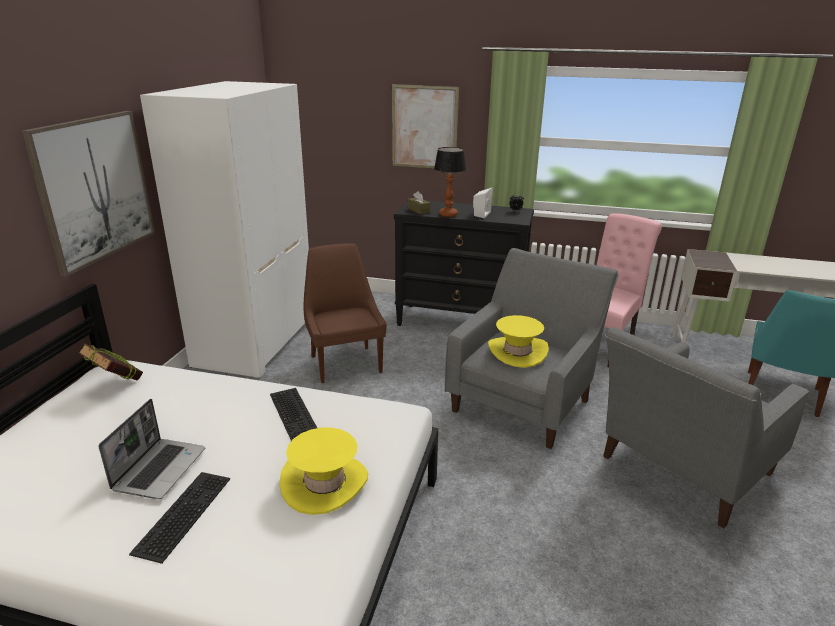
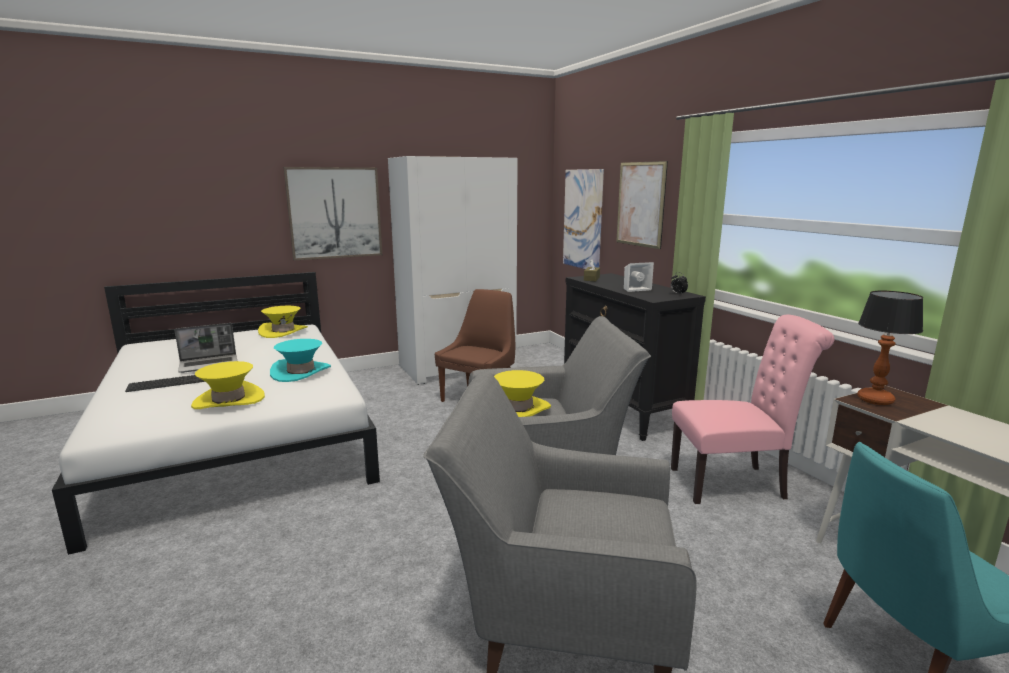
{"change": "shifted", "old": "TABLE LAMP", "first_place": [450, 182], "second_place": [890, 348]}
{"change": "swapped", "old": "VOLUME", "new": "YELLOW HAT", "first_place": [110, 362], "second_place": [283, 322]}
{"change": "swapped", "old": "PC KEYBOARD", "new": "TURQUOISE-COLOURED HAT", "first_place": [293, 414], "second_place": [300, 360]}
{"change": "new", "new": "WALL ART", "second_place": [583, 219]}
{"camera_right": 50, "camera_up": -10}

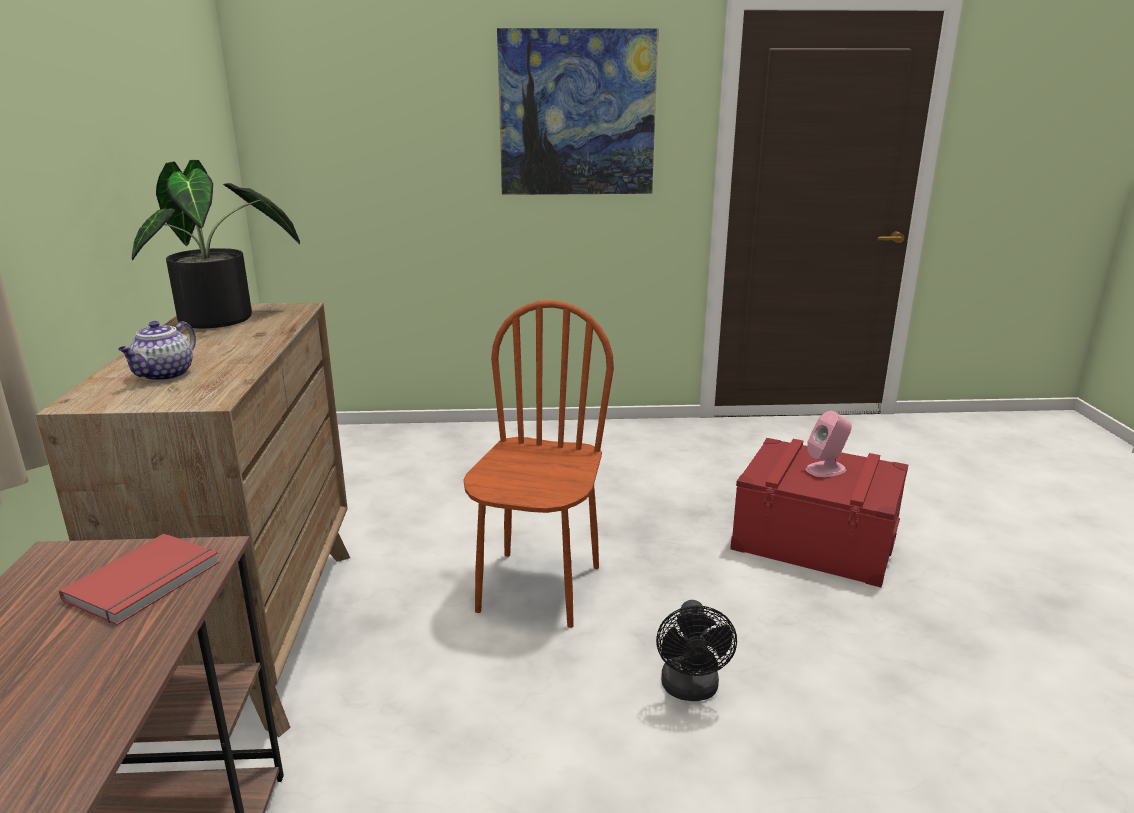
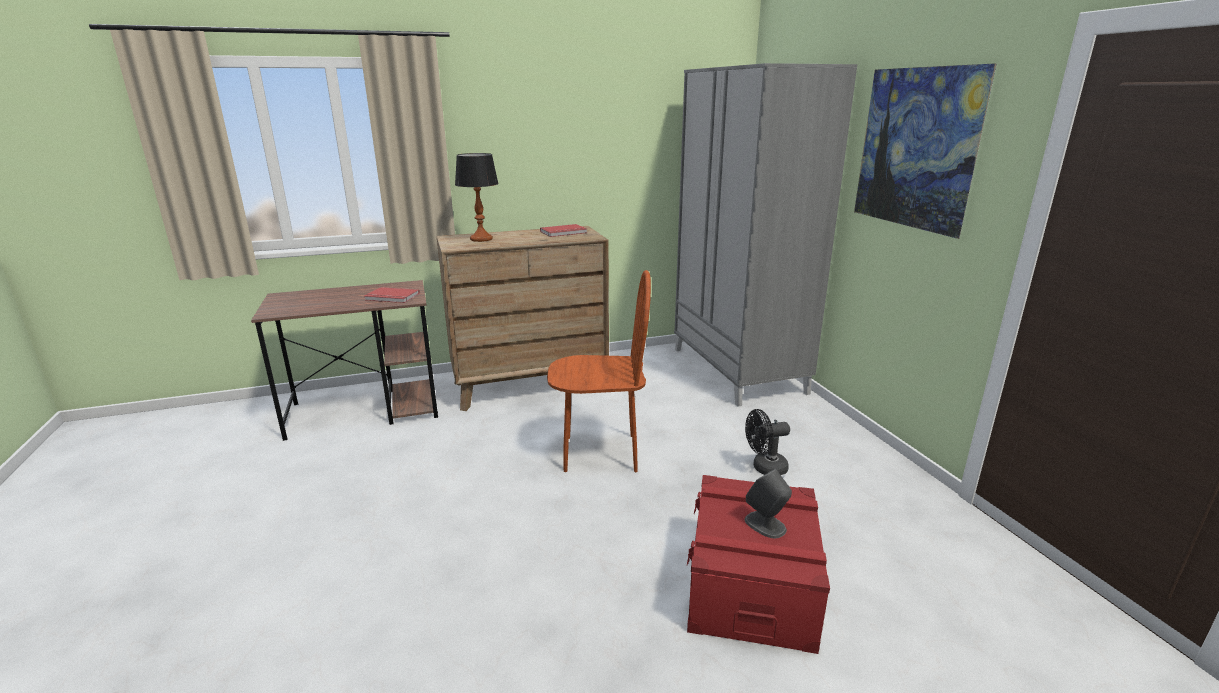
{"change": "swapped", "old": "POTTED PLANT", "new": "REDDISH VOLUME", "first_place": [216, 244], "second_place": [563, 230]}
{"change": "swapped", "old": "TEA POT", "new": "TABLE LAMP", "first_place": [157, 351], "second_place": [477, 197]}
{"change": "repainted", "old": "PINK SPEAKER", "new": "GREY SPEAKER", "first_place": [829, 444], "second_place": [768, 503]}
{"change": "shifted", "old": "BLACKISH FAN", "first_place": [696, 650], "second_place": [767, 442]}
{"change": "new", "new": "GREY ARMOIRE", "second_place": [766, 235]}
{"camera_right": 75, "camera_up": 0}

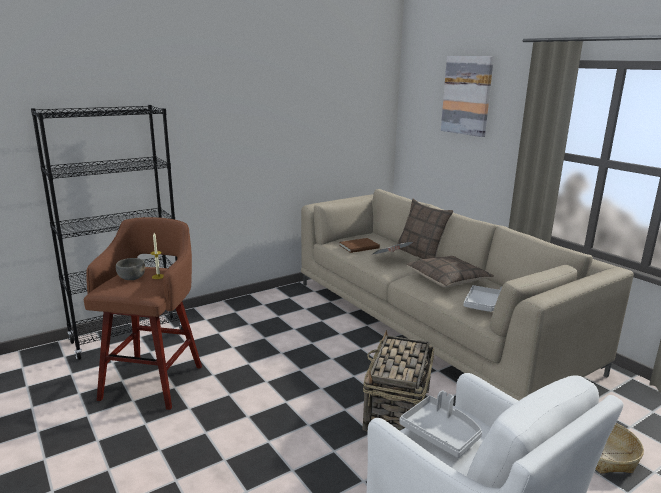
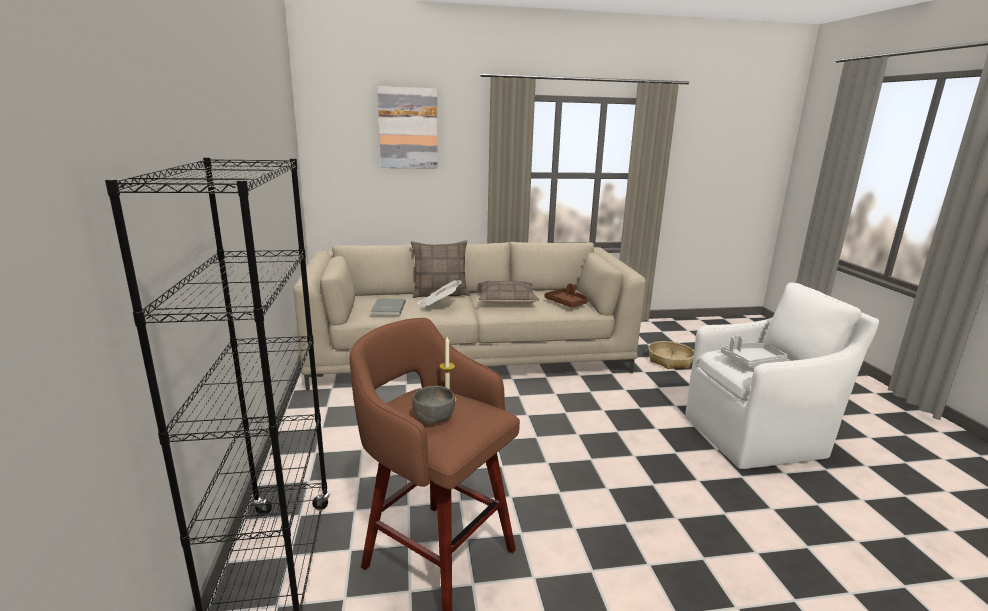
{"change": "repainted", "old": "BROWN-COLOURED VOLUME", "new": "GREY VOLUME", "first_place": [359, 245], "second_place": [388, 307]}
{"change": "repainted", "old": "GREY CARRYING TRAY", "new": "BROWN-COLOURED CARRYING TRAY", "first_place": [483, 298], "second_place": [566, 295]}
{"change": "gone", "old": "STORAGE BASKET", "first_place": [398, 380]}
{"camera_right": -65, "camera_up": 0}

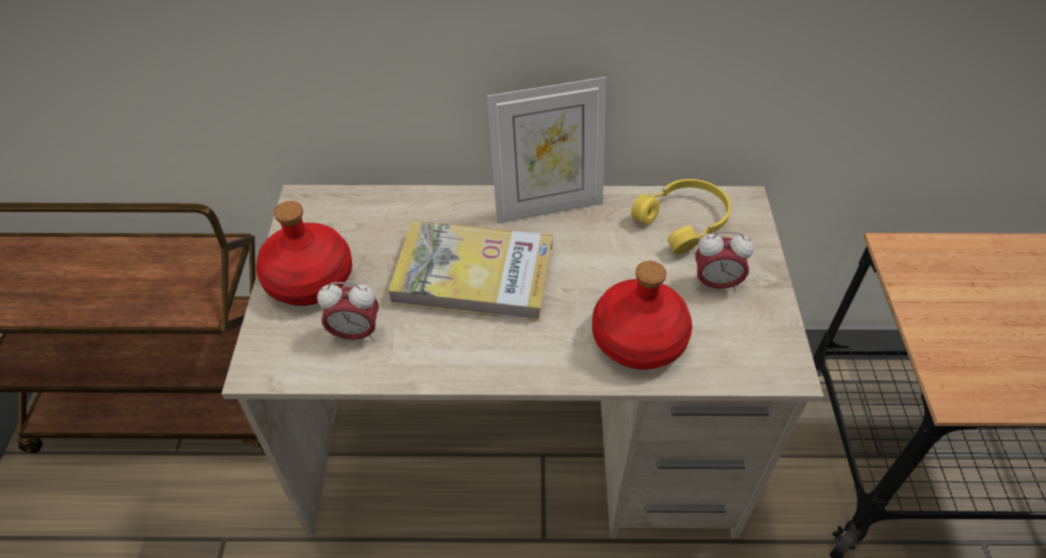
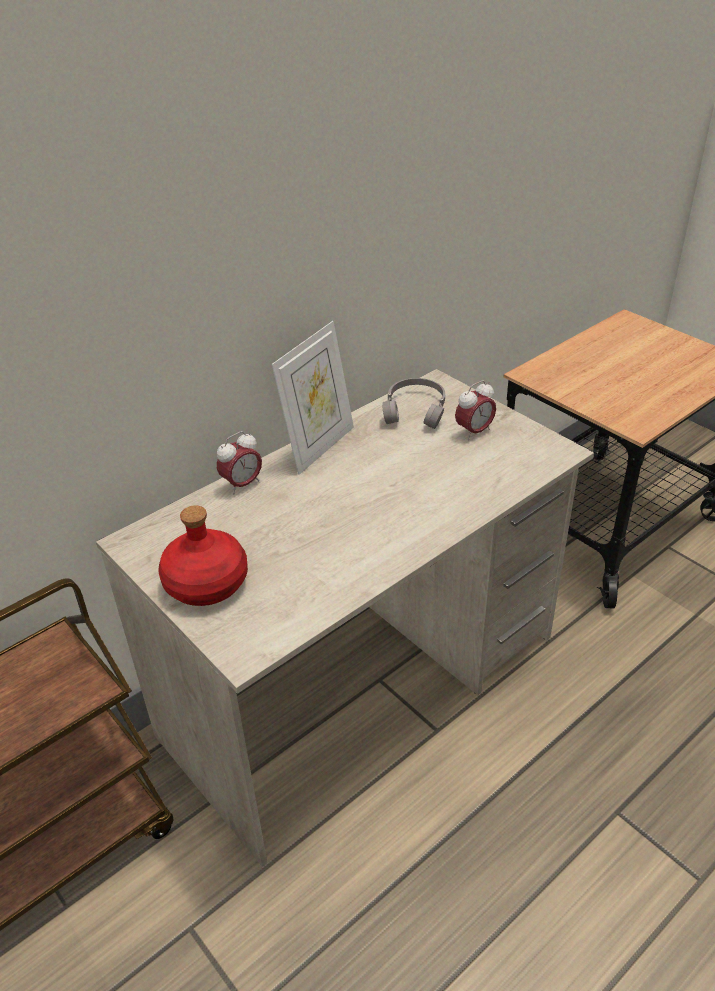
{"change": "repainted", "old": "YELLOW HEADSET", "new": "GREY HEADSET", "first_place": [681, 216], "second_place": [413, 403]}
{"change": "gone", "old": "VOLUME", "first_place": [470, 270]}
{"change": "gone", "old": "REDDISH BOTTLE", "first_place": [642, 315]}
{"change": "shifted", "old": "TABLE CLOCK", "first_place": [348, 311], "second_place": [239, 462]}
{"camera_right": -40, "camera_up": -10}

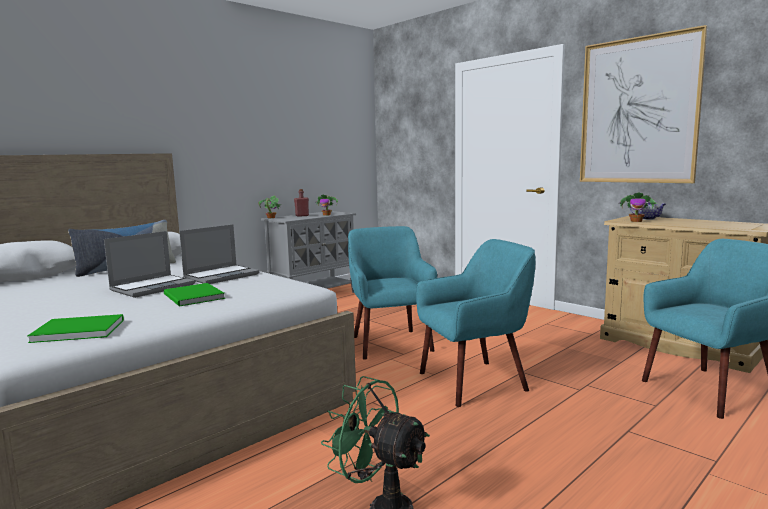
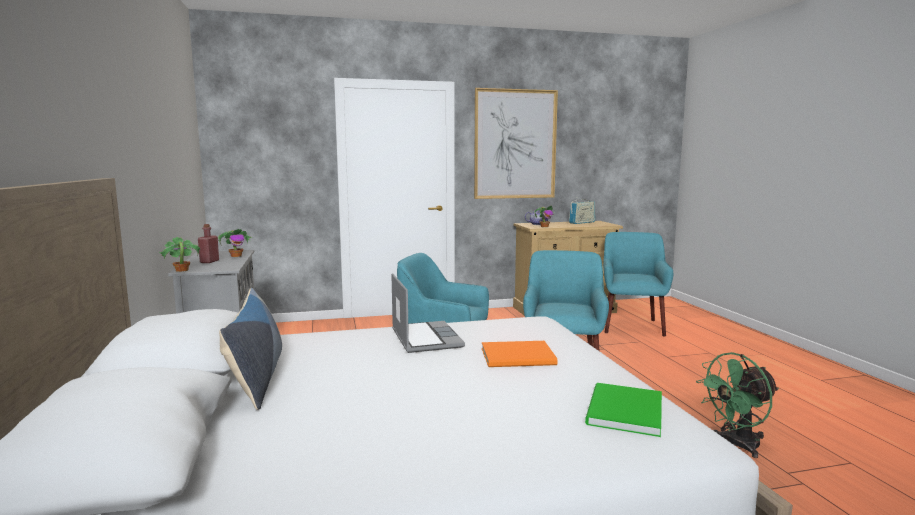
{"change": "gone", "old": "PORTABLE COMPUTER", "first_place": [149, 264]}
{"change": "repainted", "old": "GREEN-COLOURED VOLUME", "new": "ORANGE VOLUME", "first_place": [194, 295], "second_place": [519, 354]}
{"change": "new", "new": "RADIO RECEIVER", "second_place": [582, 210]}
{"camera_right": -60, "camera_up": 0}

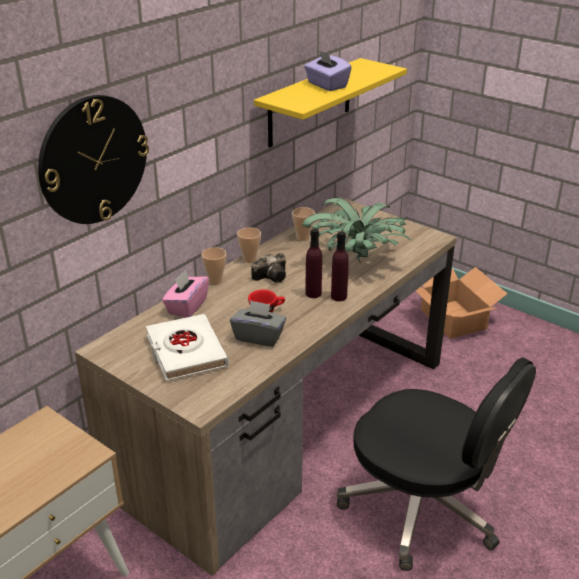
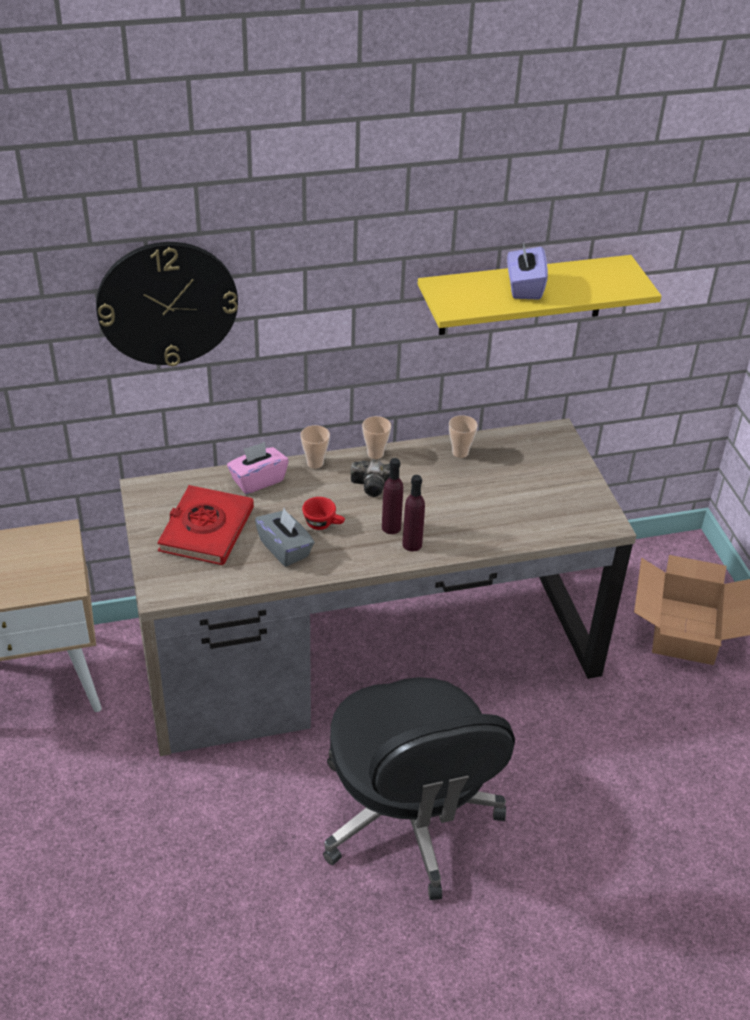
{"change": "gone", "old": "POTTED PLANT", "first_place": [357, 230]}
{"change": "repainted", "old": "WHITE VOLUME", "new": "REDDISH VOLUME", "first_place": [187, 347], "second_place": [205, 525]}
{"camera_right": 35, "camera_up": 10}

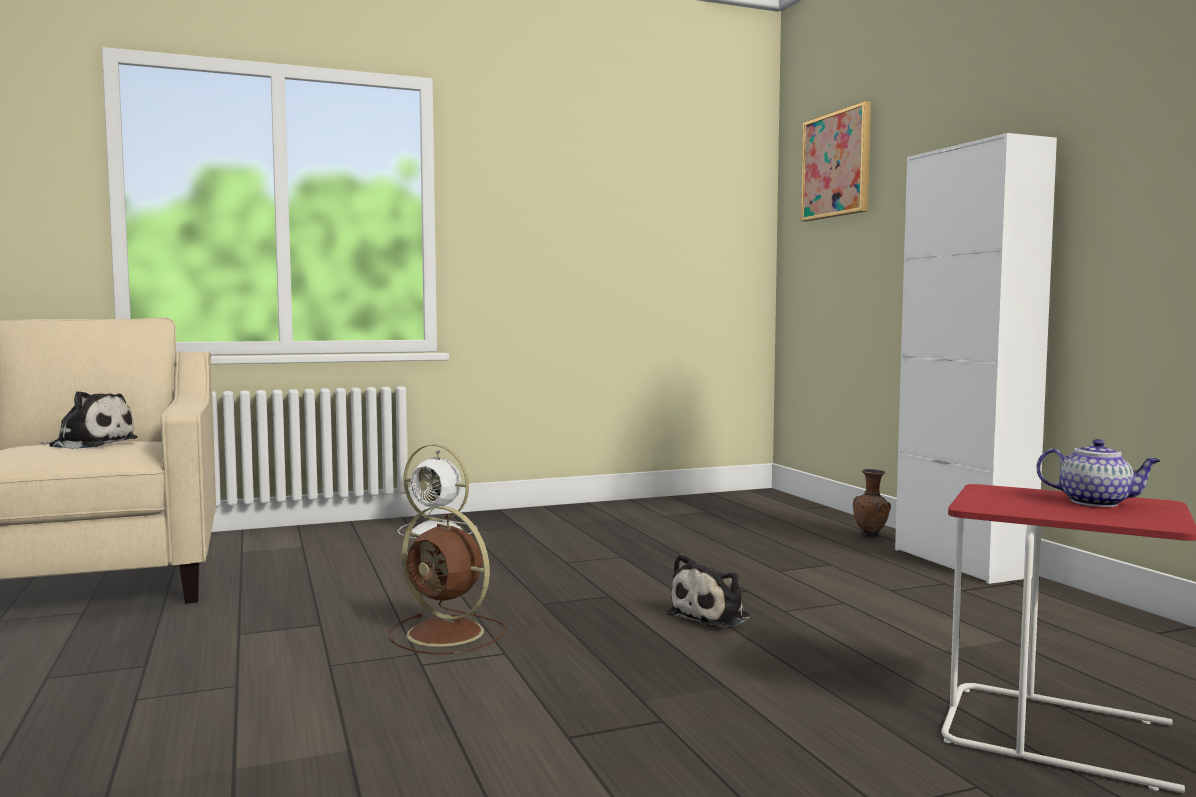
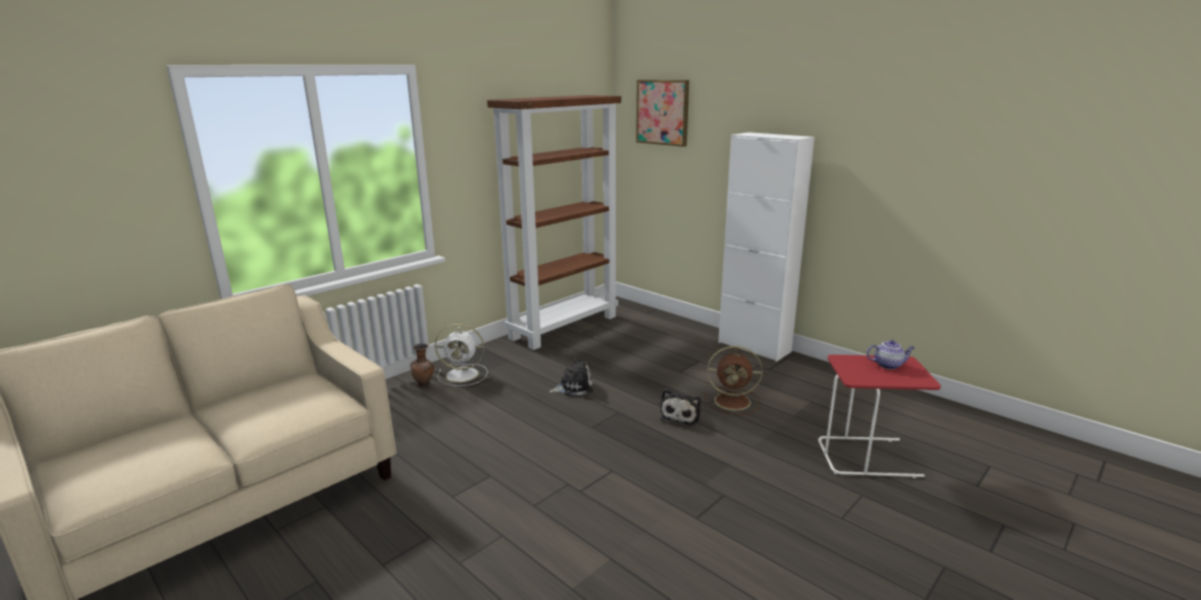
{"change": "shifted", "old": "SOFT TOY", "first_place": [89, 420], "second_place": [571, 376]}
{"change": "shifted", "old": "BROWN-COLOURED FLOWER VASE", "first_place": [872, 503], "second_place": [422, 365]}
{"change": "shifted", "old": "BROWN-COLOURED FAN", "first_place": [447, 580], "second_place": [733, 380]}
{"change": "new", "new": "BROWN-COLOURED BOOKSHELF", "second_place": [554, 222]}
{"camera_right": -25, "camera_up": 15}

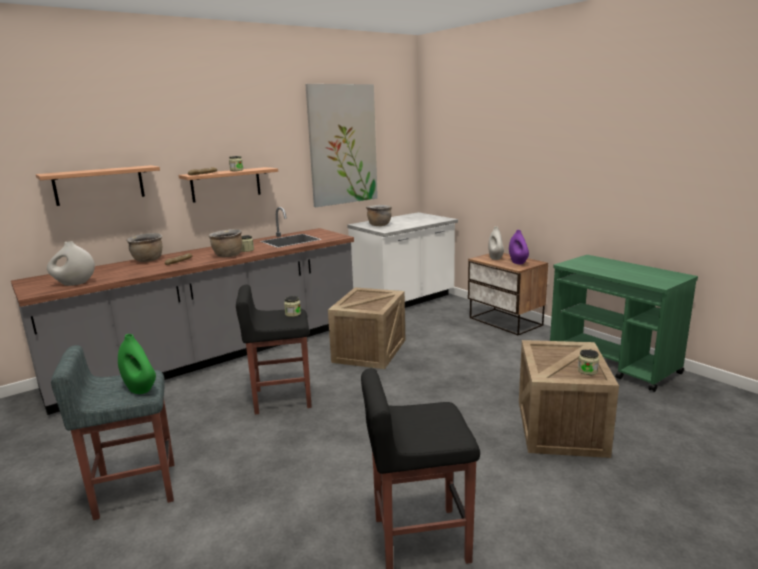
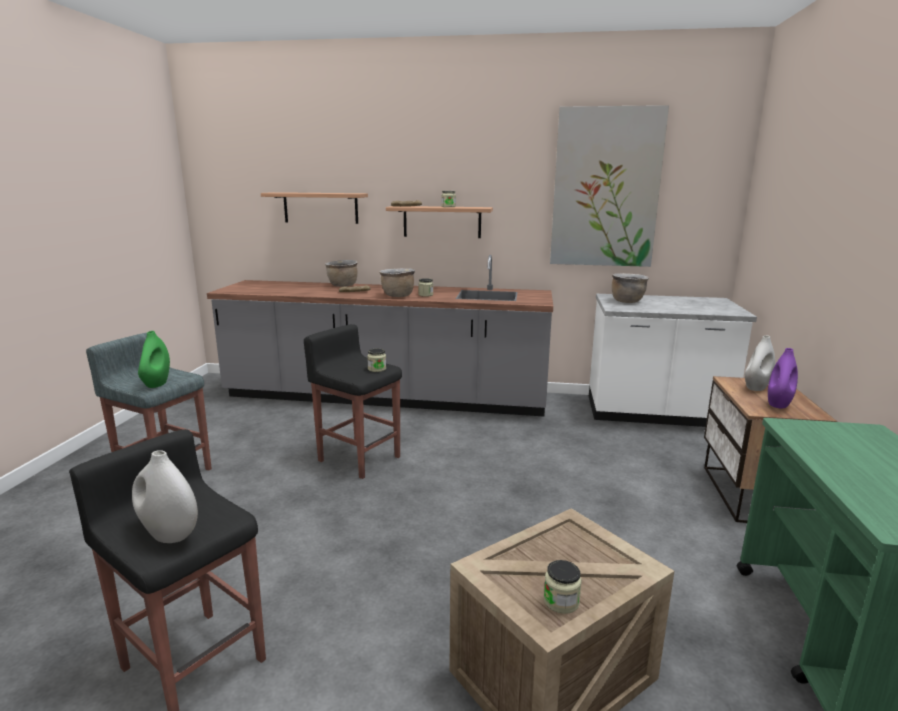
{"change": "shifted", "old": "WHITE FLOWER VASE", "first_place": [71, 263], "second_place": [165, 496]}
{"change": "gone", "old": "SHIPPING CRATE", "first_place": [366, 328]}
{"camera_right": 45, "camera_up": 0}

